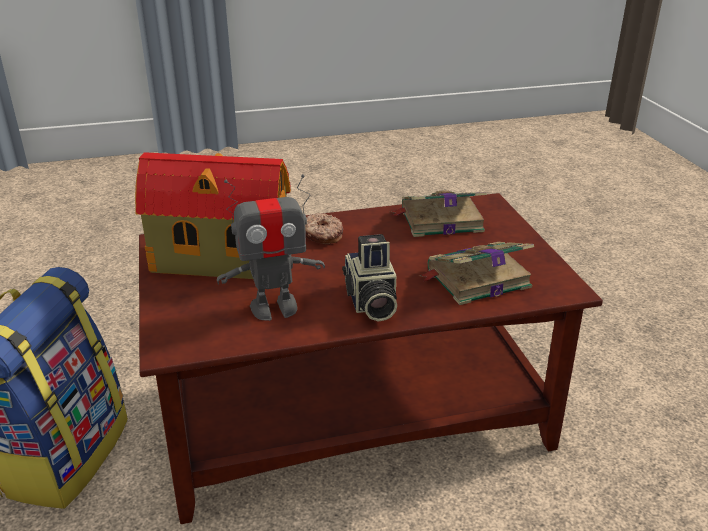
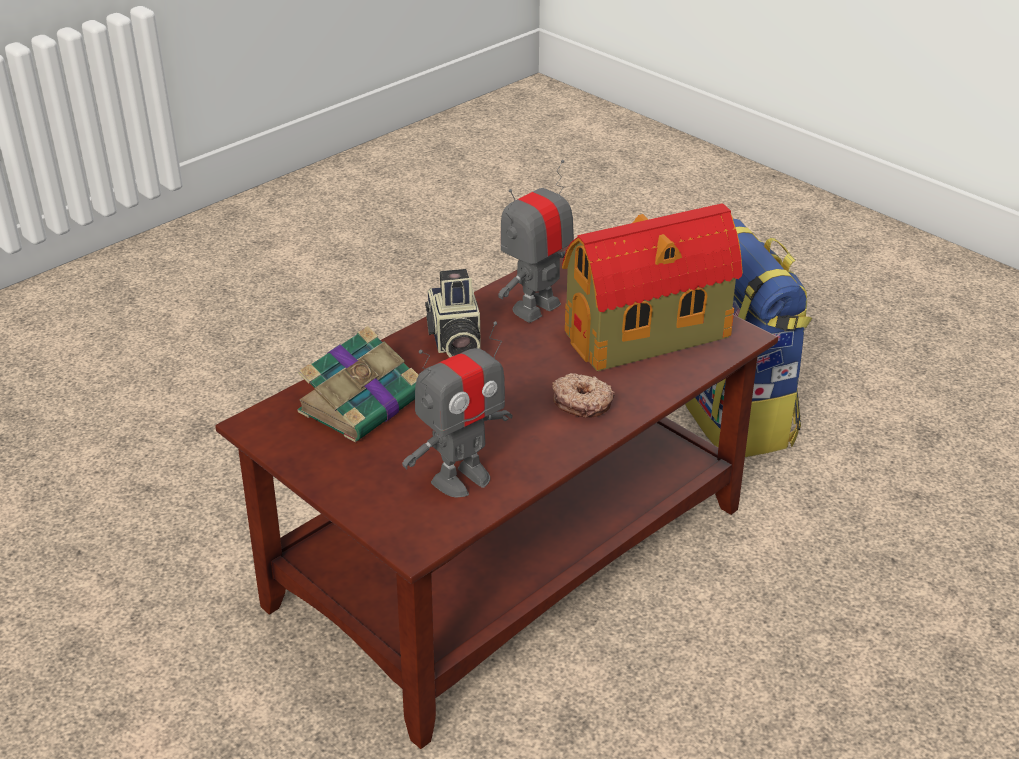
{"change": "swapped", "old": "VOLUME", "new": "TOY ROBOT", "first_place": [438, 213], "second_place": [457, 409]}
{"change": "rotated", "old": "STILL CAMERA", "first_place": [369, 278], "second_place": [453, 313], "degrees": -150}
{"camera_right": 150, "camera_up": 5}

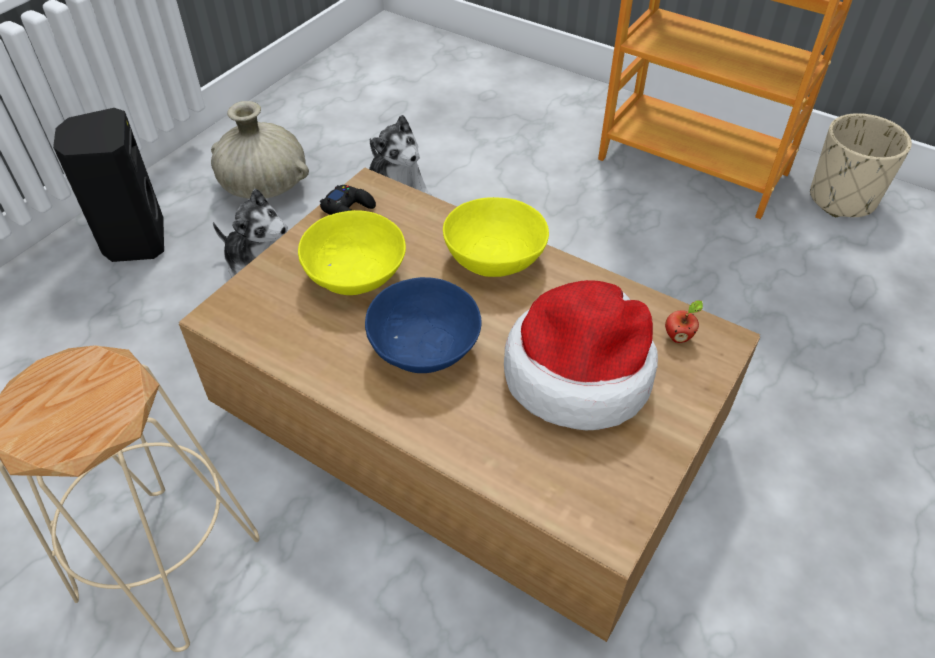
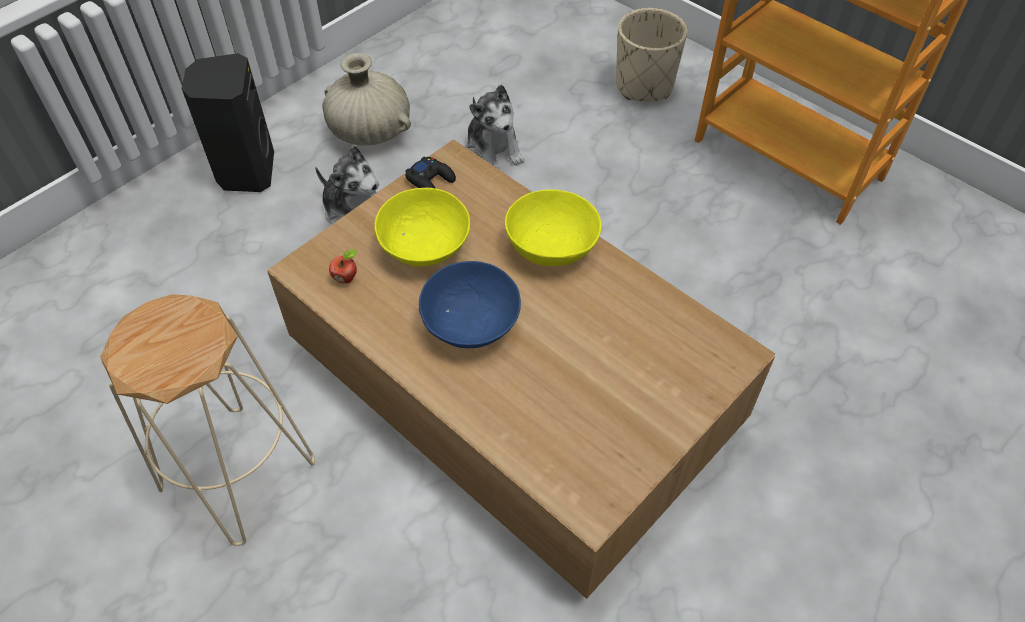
{"change": "shifted", "old": "BEIGE-COLOURED PLANTER", "first_place": [861, 165], "second_place": [651, 55]}
{"change": "gone", "old": "HAT", "first_place": [581, 355]}
{"change": "shifted", "old": "APPLE FRUIT", "first_place": [684, 321], "second_place": [343, 266]}
{"camera_right": 10, "camera_up": 5}

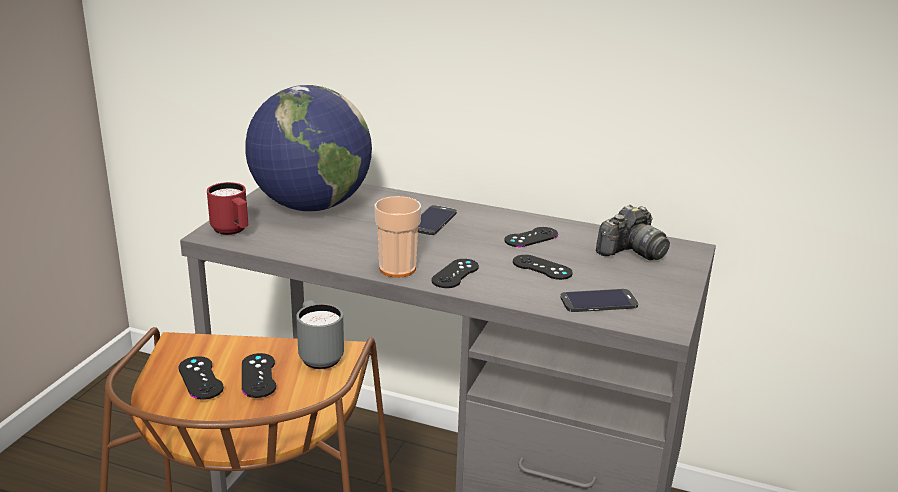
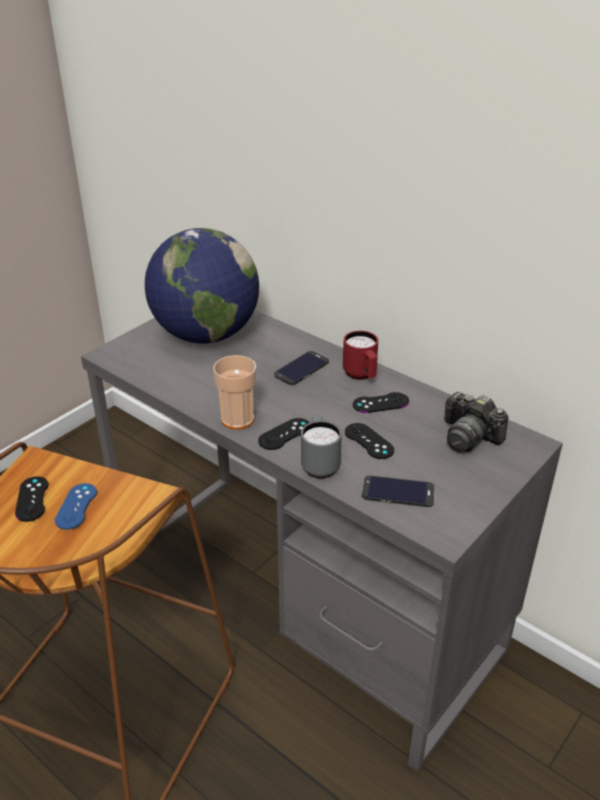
{"change": "shifted", "old": "REDDISH TEA MUG", "first_place": [227, 208], "second_place": [360, 355]}
{"change": "rotated", "old": "STILL CAMERA", "first_place": [633, 232], "second_place": [476, 422], "degrees": 60}
{"change": "shifted", "old": "GREY TEA MUG", "first_place": [320, 334], "second_place": [321, 446]}
{"change": "repainted", "old": "BLACKISH GAMEPAD", "new": "BLUE-COLOURED GAMEPAD", "first_place": [259, 375], "second_place": [76, 506]}
{"camera_right": 20, "camera_up": 10}

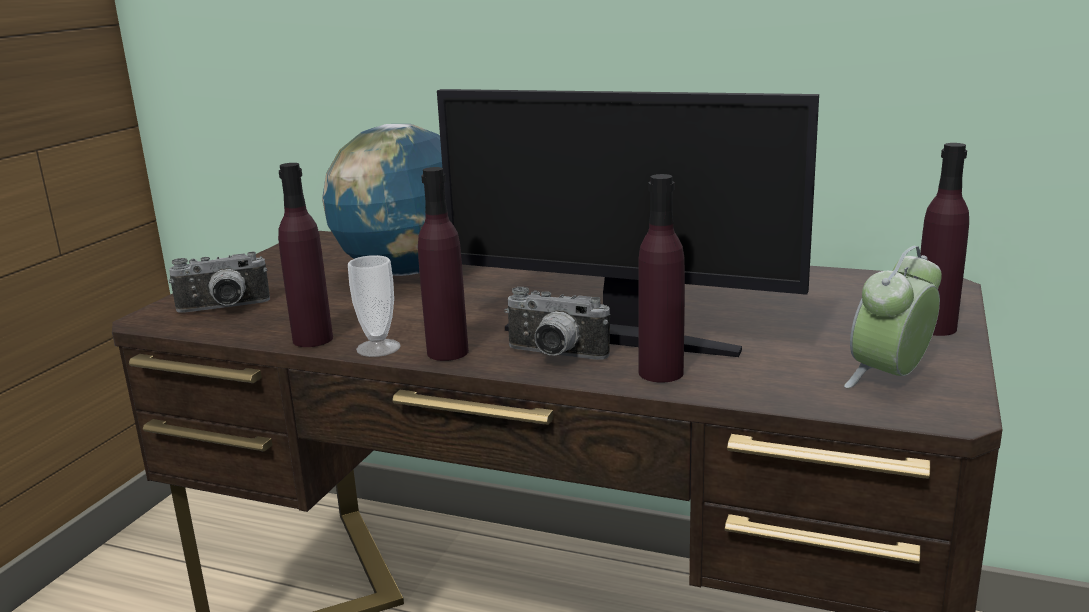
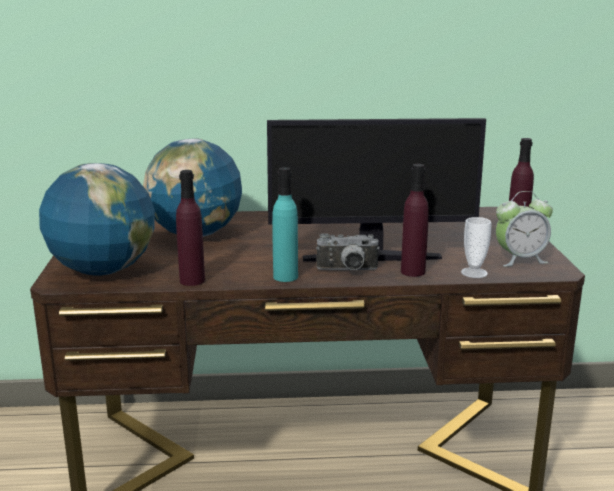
{"change": "repainted", "old": "PURPLE-COLOURED BOTTLE", "new": "TURQUOISE-COLOURED BOTTLE", "first_place": [443, 264], "second_place": [285, 224]}
{"change": "rotated", "old": "TABLE CLOCK", "first_place": [893, 317], "second_place": [524, 229], "degrees": -120}
{"change": "swapped", "old": "STILL CAMERA", "new": "GLOBE", "first_place": [219, 282], "second_place": [97, 219]}
{"change": "shifted", "old": "SMALL CUP", "first_place": [374, 306], "second_place": [476, 247]}
{"camera_right": -25, "camera_up": 0}

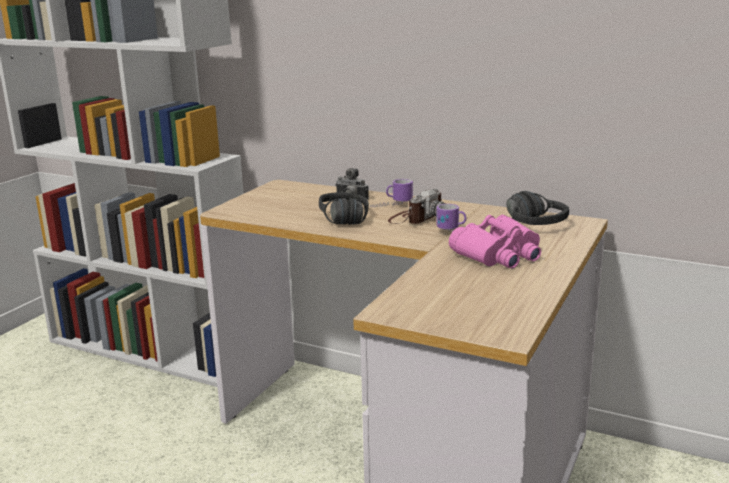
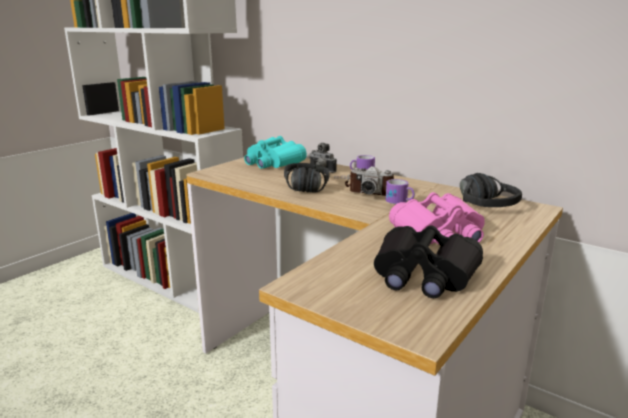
{"change": "rotated", "old": "STILL CAMERA", "first_place": [416, 206], "second_place": [369, 181], "degrees": 60}
{"change": "new", "new": "TURQUOISE-COLOURED FIELD GLASSES", "second_place": [275, 152]}
{"change": "new", "new": "BLACKISH FIELD GLASSES", "second_place": [428, 262]}
{"camera_right": 10, "camera_up": 0}

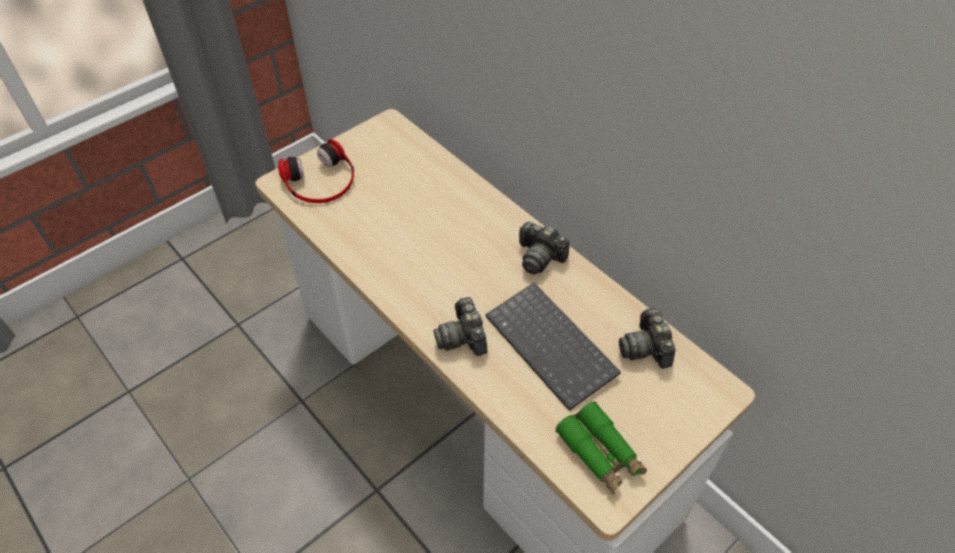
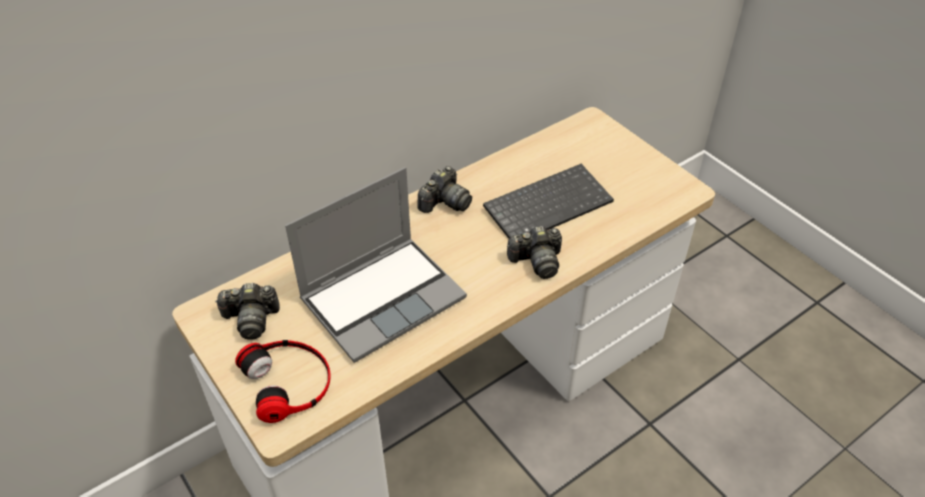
{"change": "shifted", "old": "STILL CAMERA", "first_place": [647, 338], "second_place": [247, 311]}
{"change": "gone", "old": "GREEN-COLOURED FIELD GLASSES", "first_place": [601, 448]}
{"change": "new", "new": "PORTABLE COMPUTER", "second_place": [376, 265]}
{"camera_right": -85, "camera_up": -5}

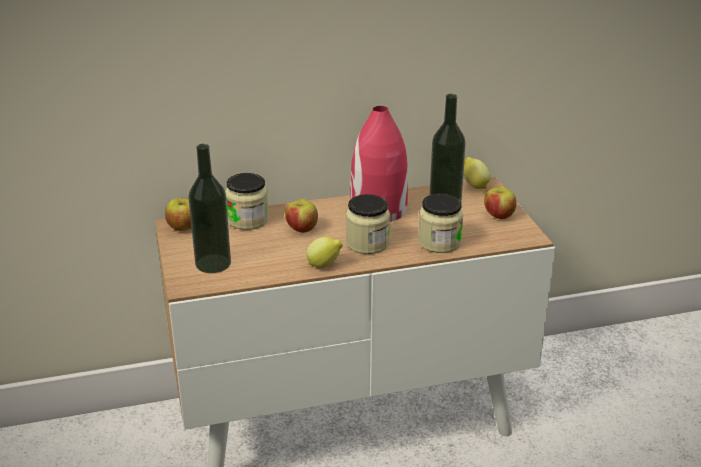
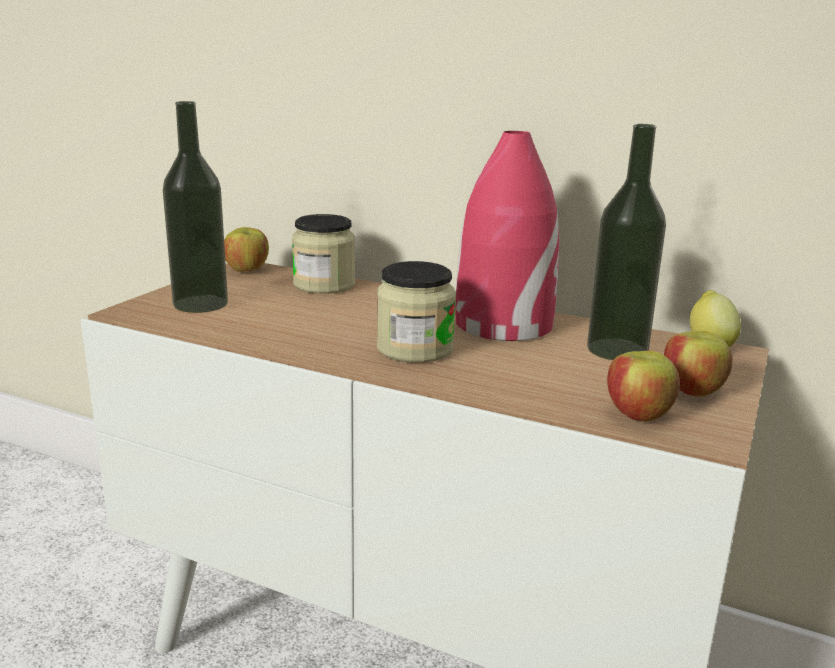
{"change": "gone", "old": "STORAGE JAR", "first_place": [440, 223]}
{"change": "shifted", "old": "APPLE FRUIT", "first_place": [301, 216], "second_place": [643, 386]}
{"change": "gone", "old": "LEMON", "first_place": [324, 252]}
{"camera_right": 40, "camera_up": -10}

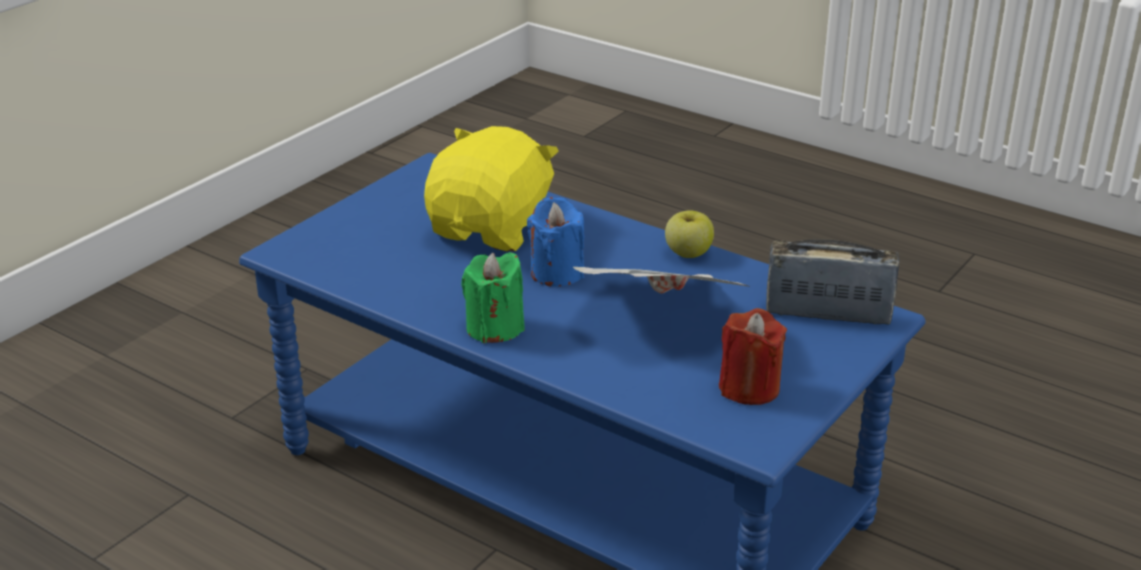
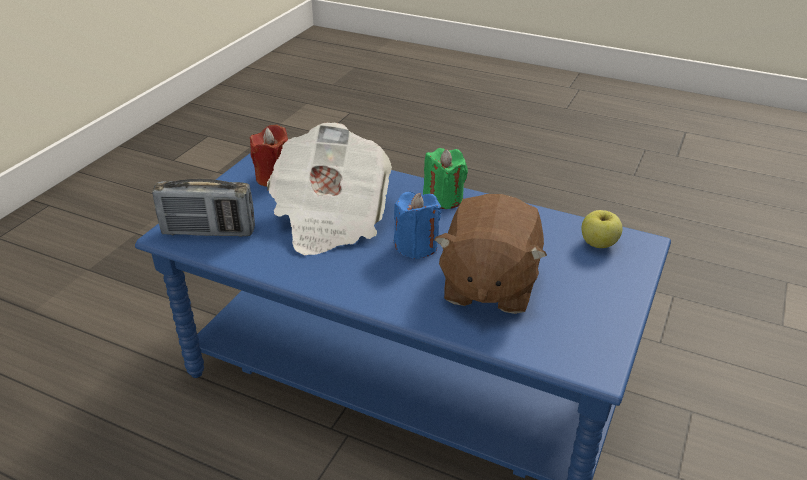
{"change": "repainted", "old": "YELLOW SOFT TOY", "new": "BROWN-COLOURED SOFT TOY", "first_place": [491, 188], "second_place": [490, 254]}
{"change": "shifted", "old": "APPLE FRUIT", "first_place": [689, 234], "second_place": [601, 229]}
{"camera_right": 170, "camera_up": 5}

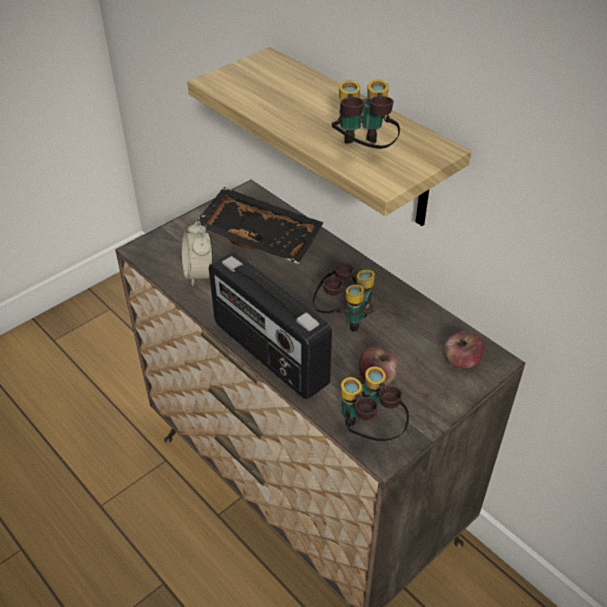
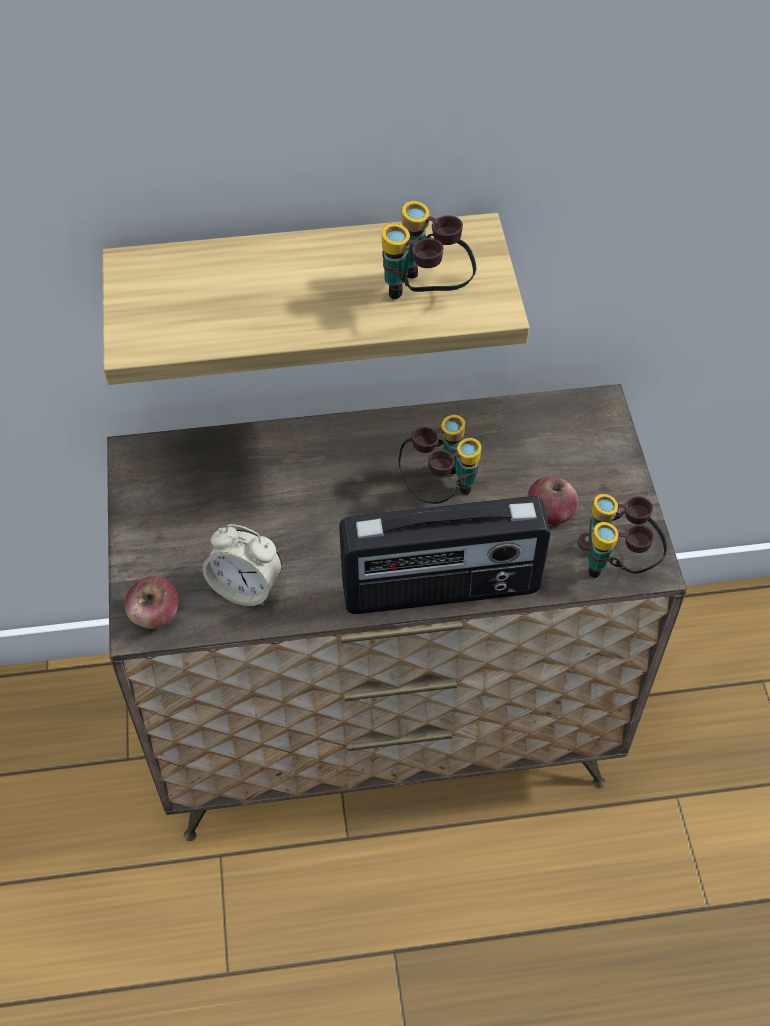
{"change": "gone", "old": "BLACKISH CARRYING TRAY", "first_place": [259, 225]}
{"change": "shifted", "old": "APPLE FRUIT", "first_place": [464, 349], "second_place": [152, 602]}
{"camera_right": -55, "camera_up": 10}

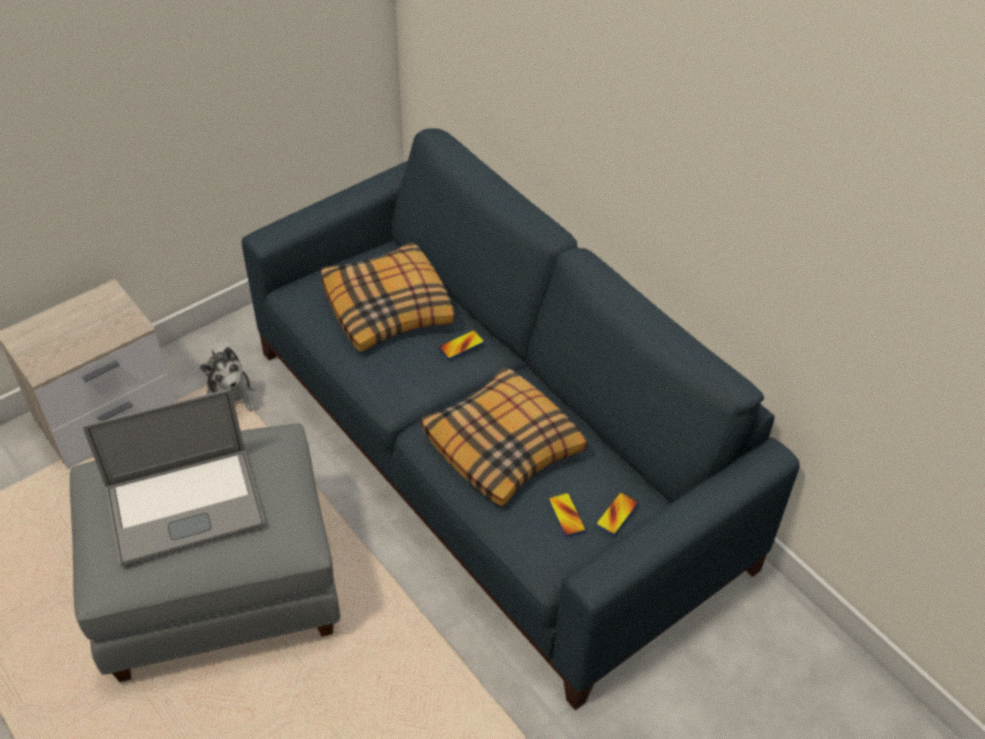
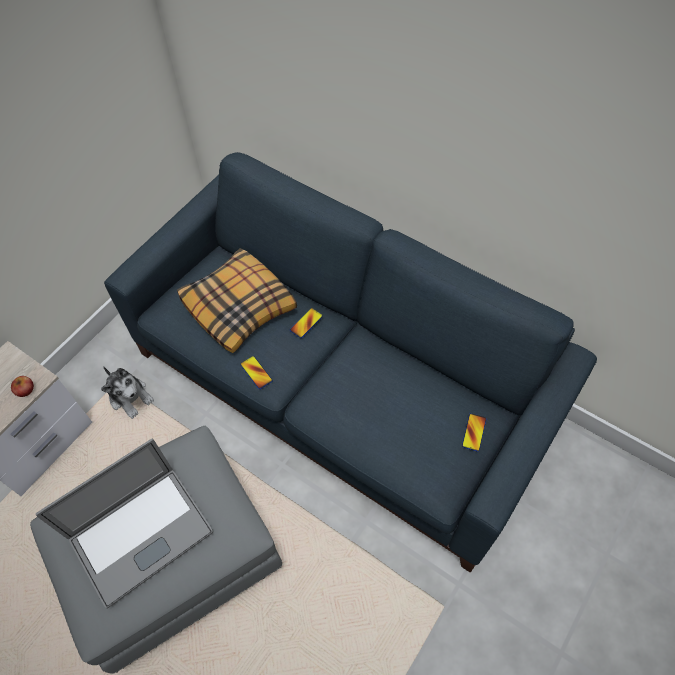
{"change": "gone", "old": "THROW PILLOW", "first_place": [504, 436]}
{"change": "shifted", "old": "HANDSET", "first_place": [567, 515], "second_place": [256, 372]}
{"change": "new", "new": "APPLE FRUIT", "second_place": [22, 386]}
{"camera_right": -15, "camera_up": 10}

